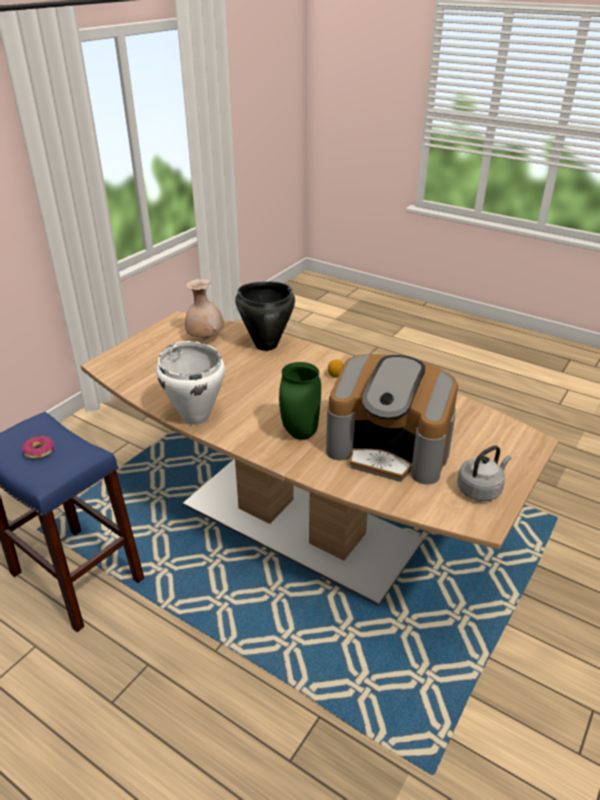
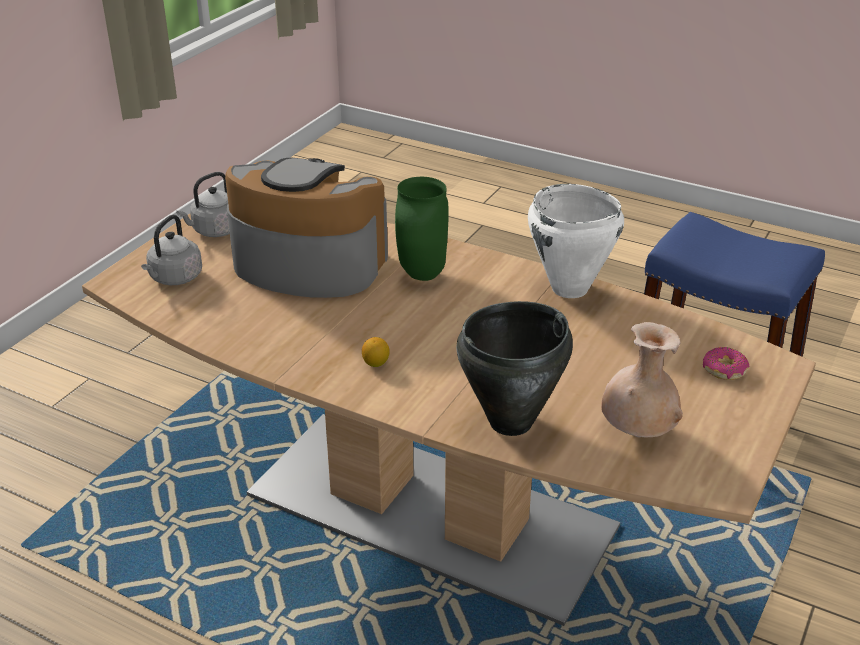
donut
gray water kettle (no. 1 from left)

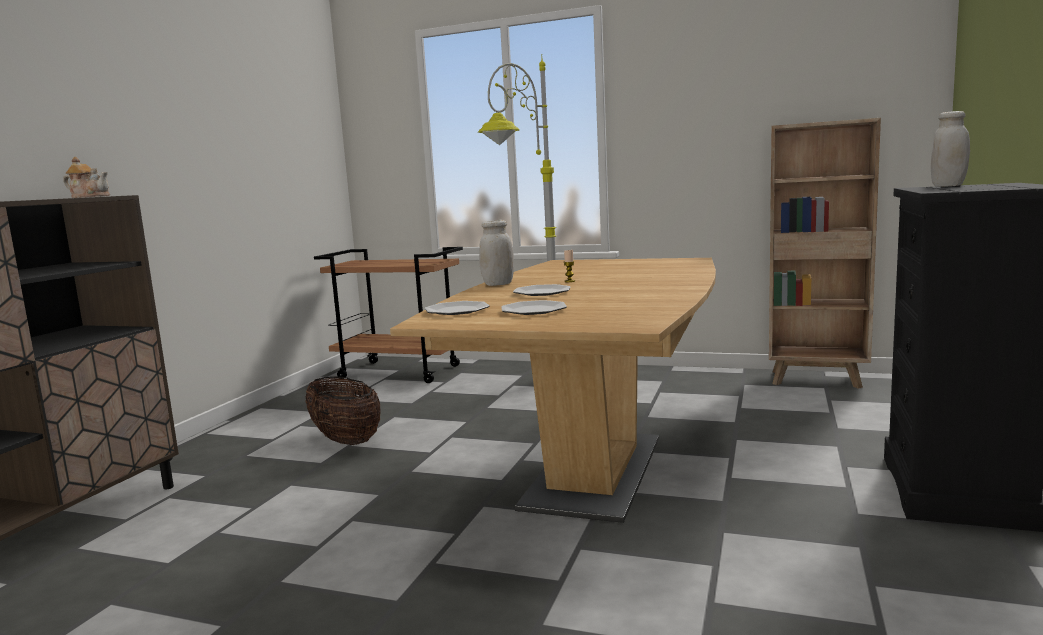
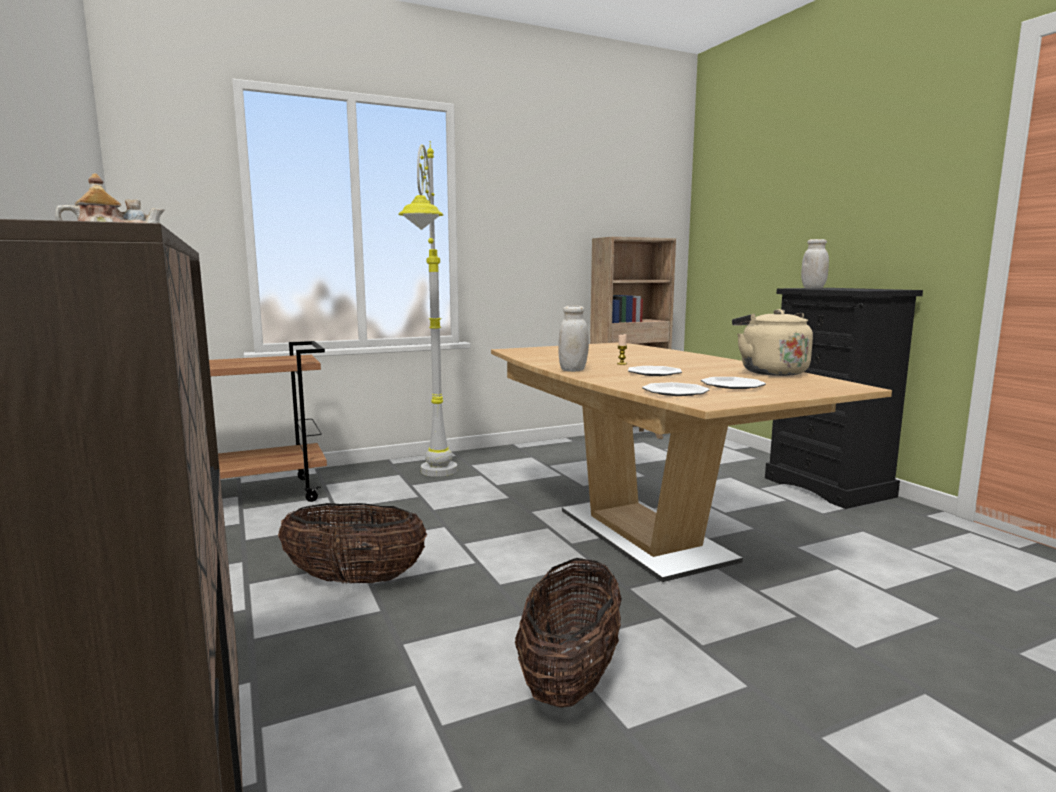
basket (no. 2 from left)
sand-coloured water kettle

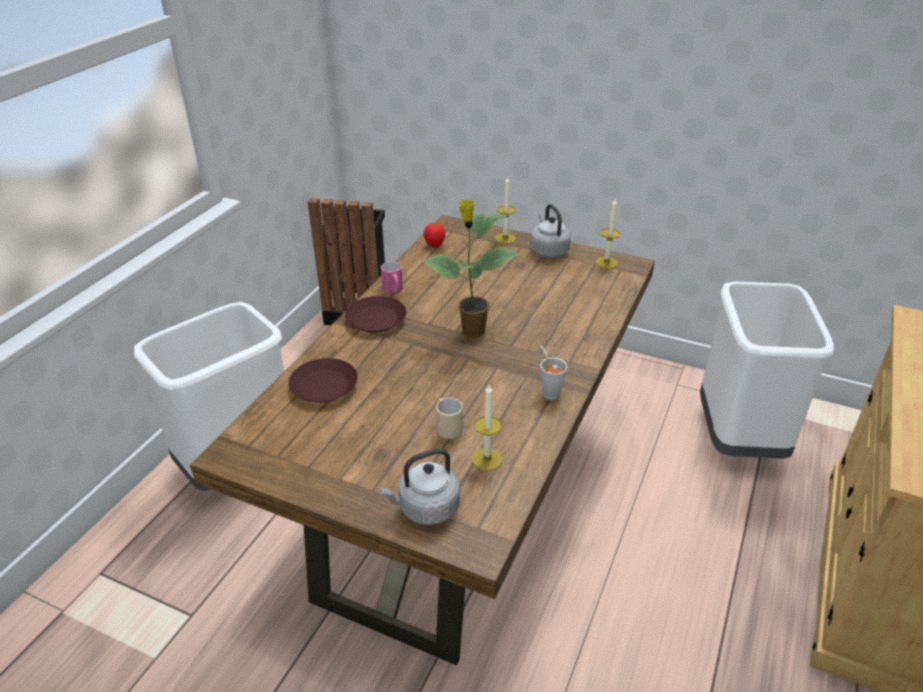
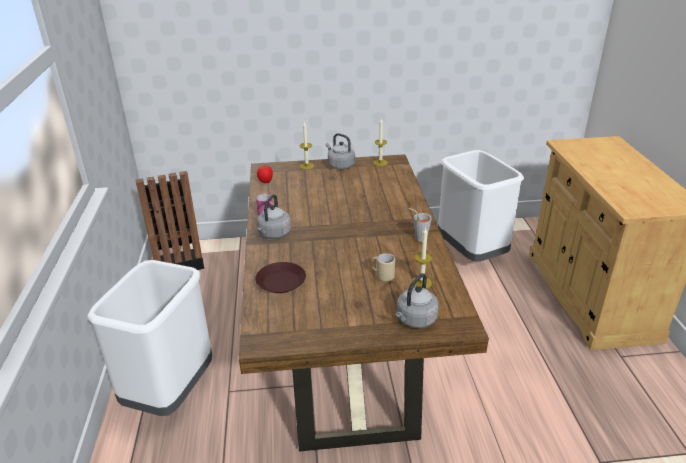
gray water kettle (no. 1 from left)
potted plant

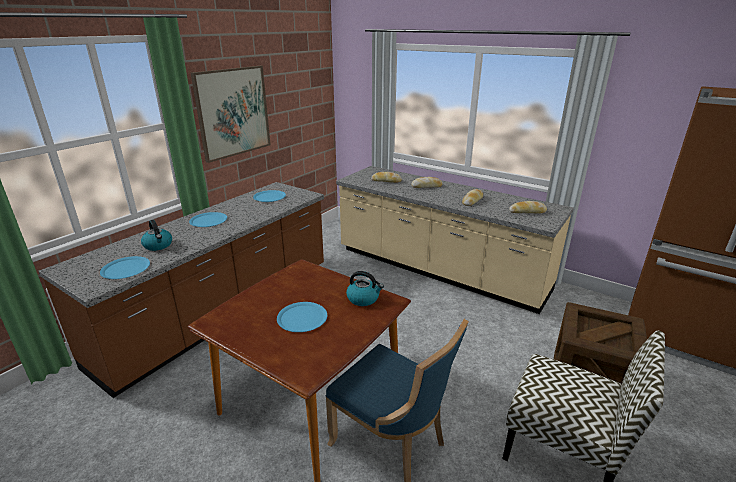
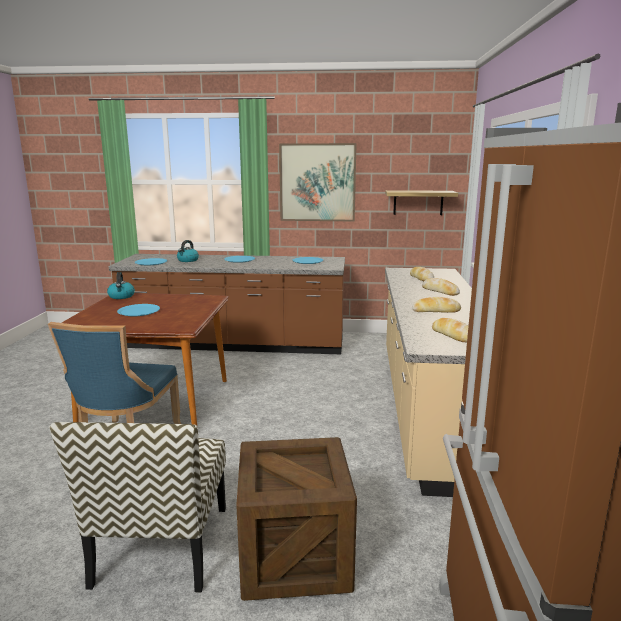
water kettle (no. 1 from left)
wall shelf

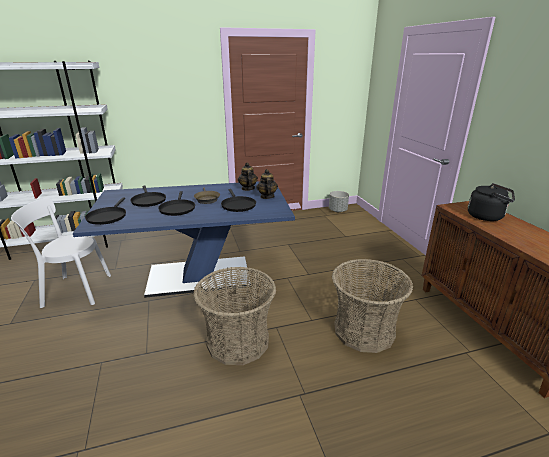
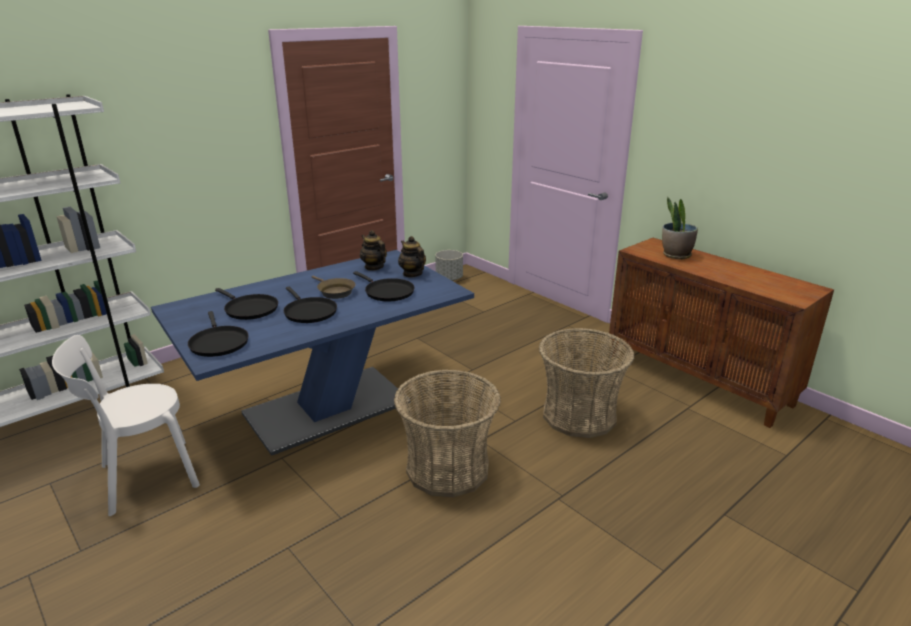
potted plant

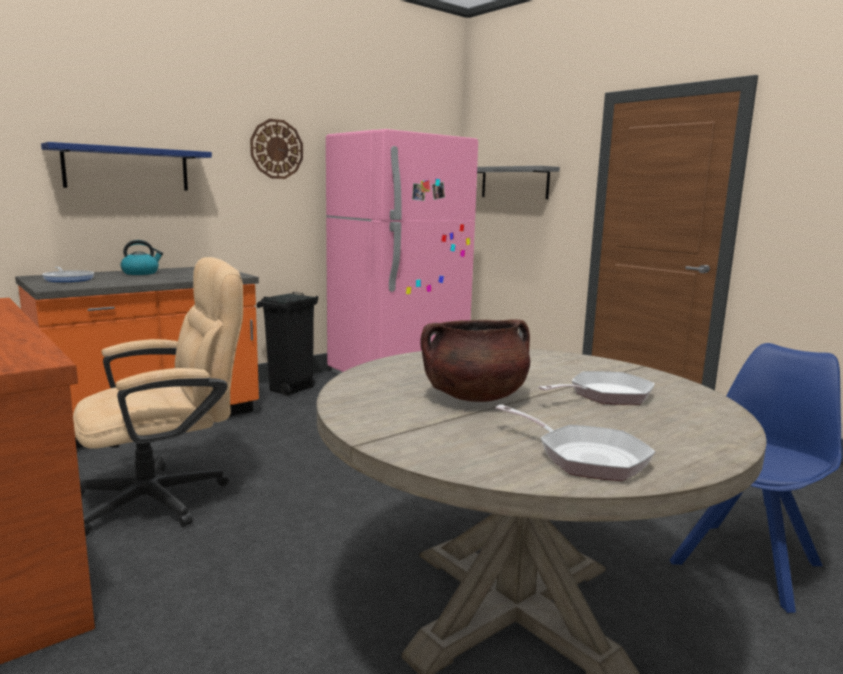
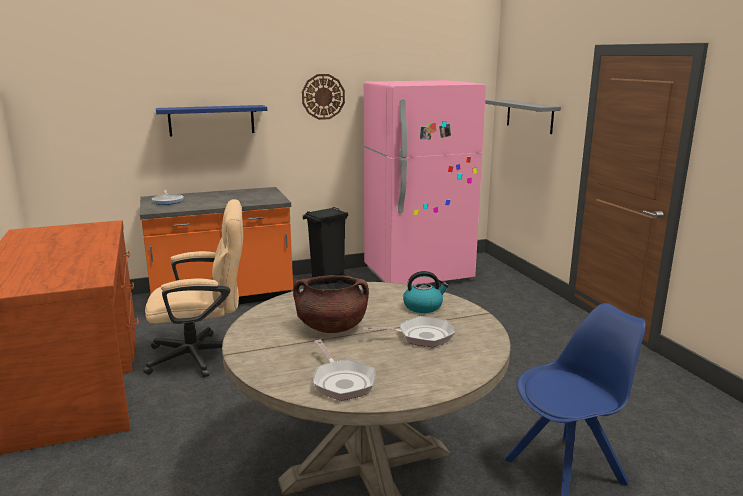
water kettle

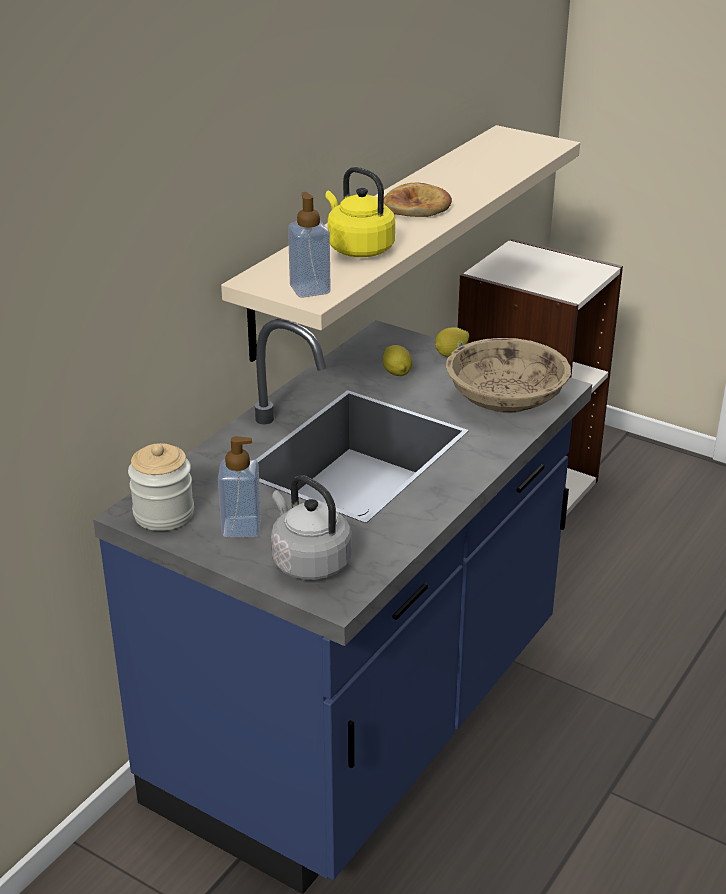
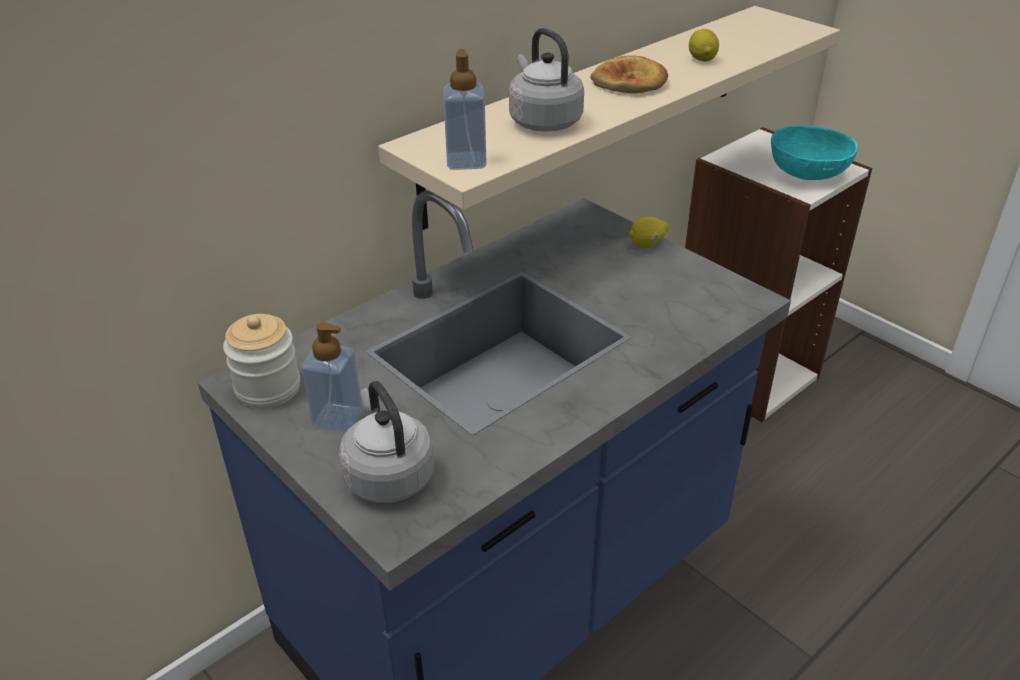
gray water kettle (no. 2 from left)
lemon (no. 2 from left)
sand-coloured bowl
turquoise-coloured bowl

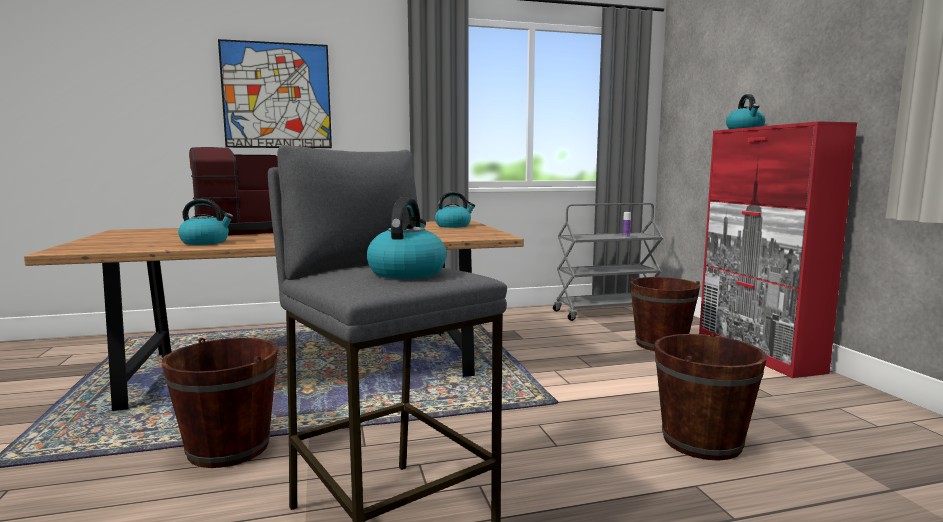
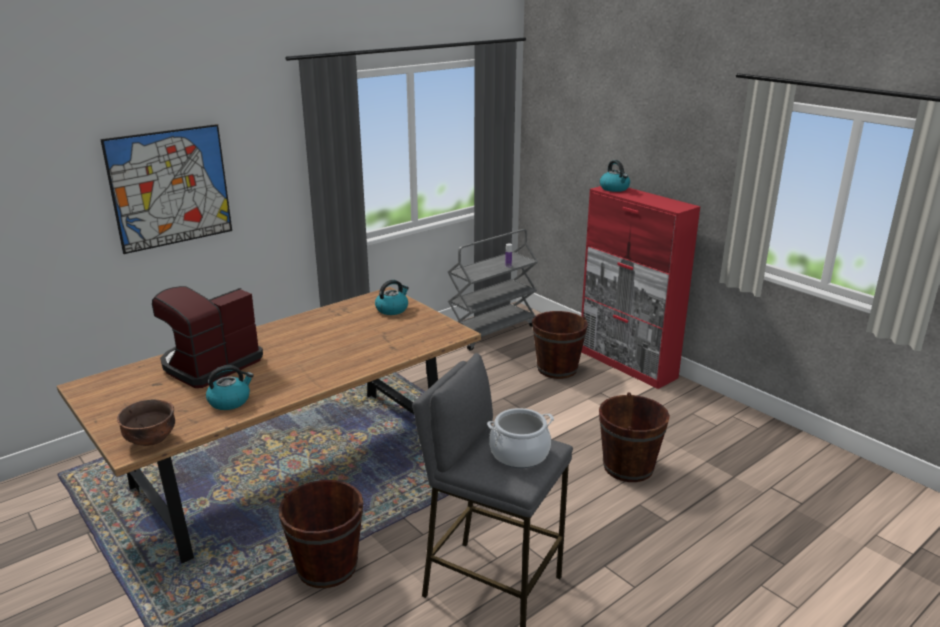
saucepot
brown-coloured bowl

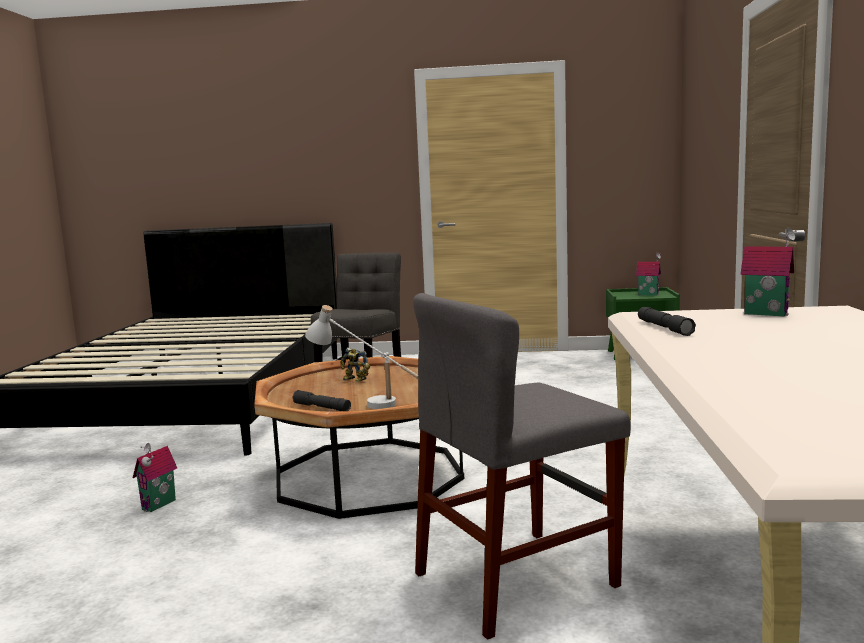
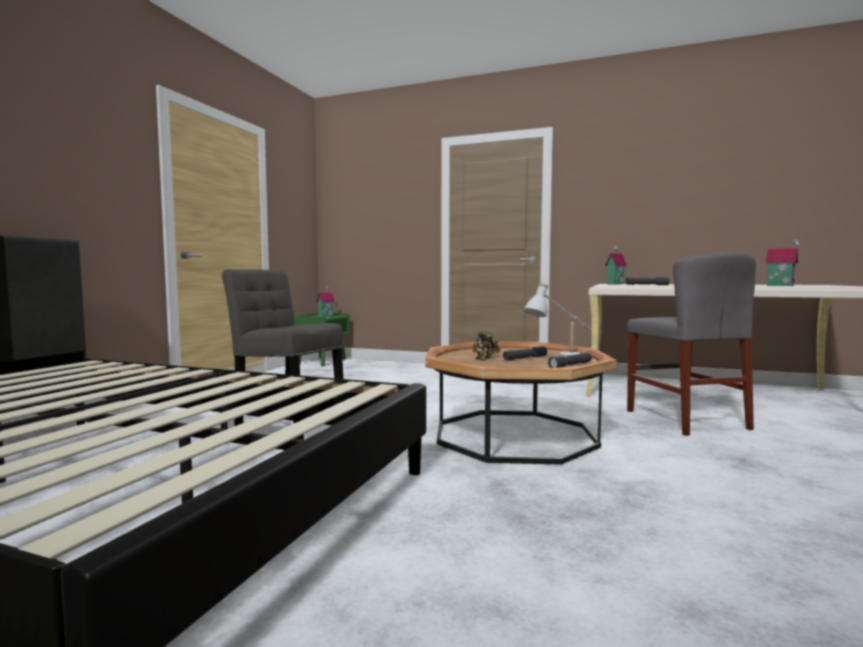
miniature house (no. 3 from left)
gray flashlight (no. 1 from left)

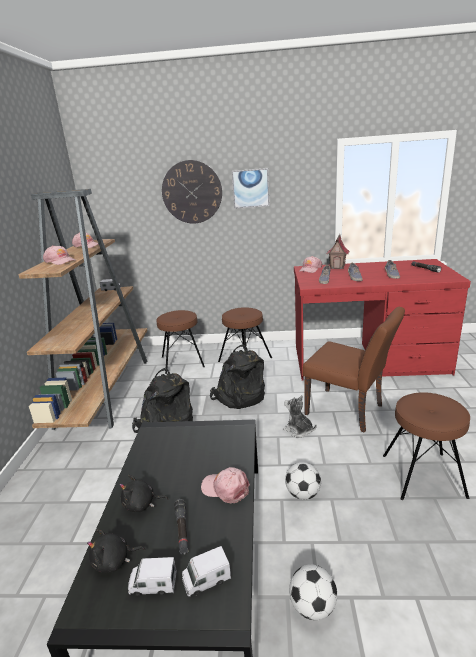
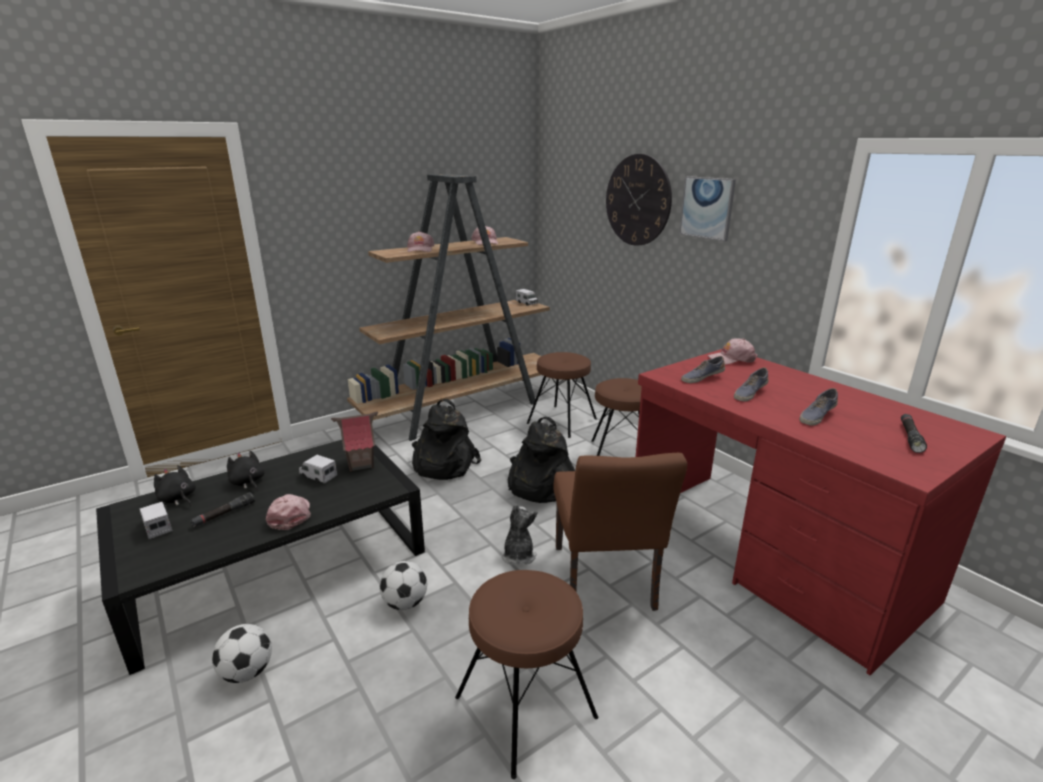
model truck (no. 2 from left)
miniature house

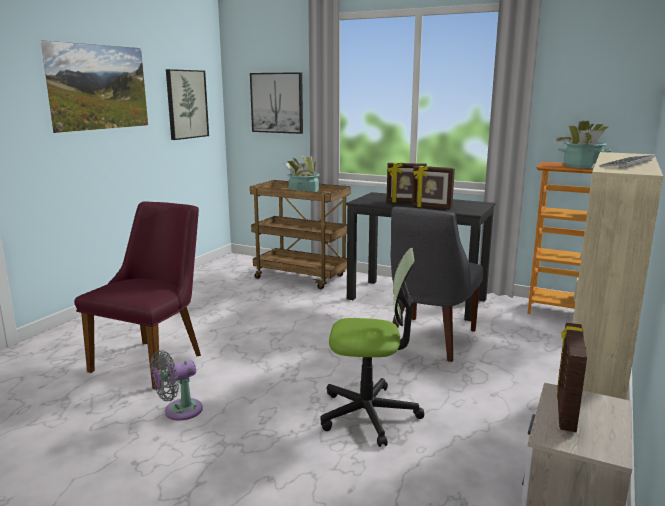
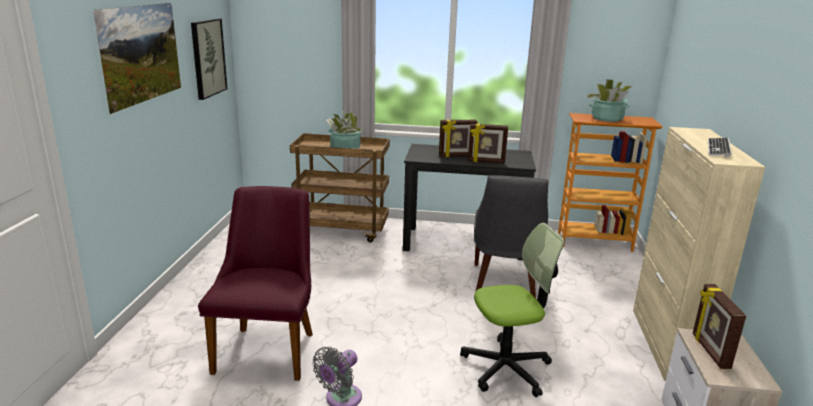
wall art (no. 3 from left in the first image)

